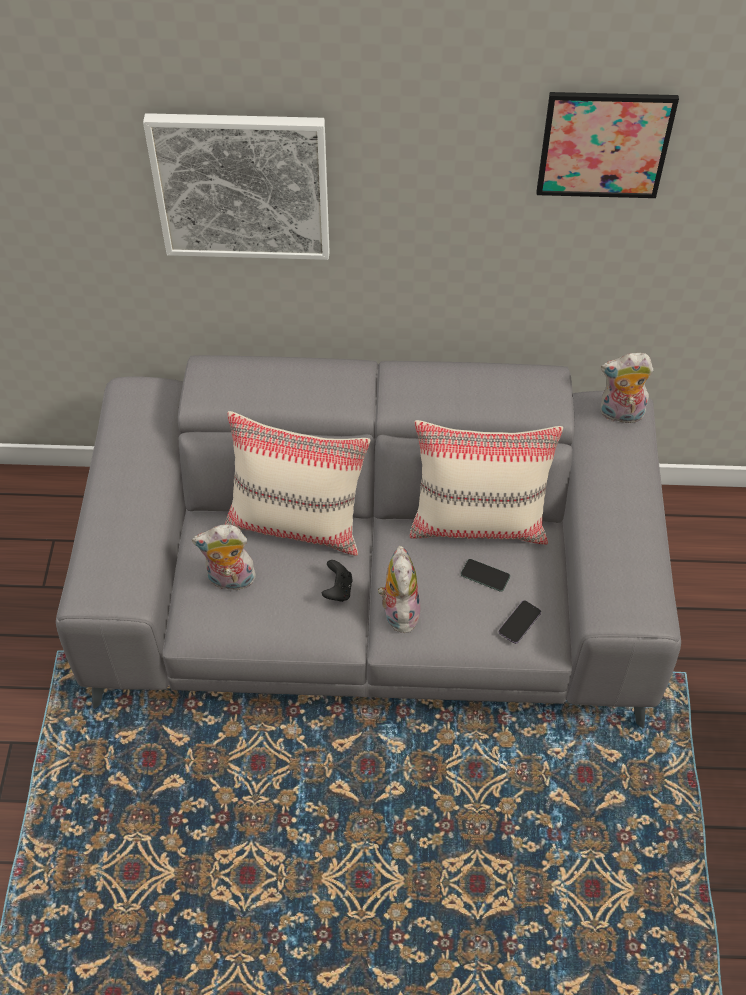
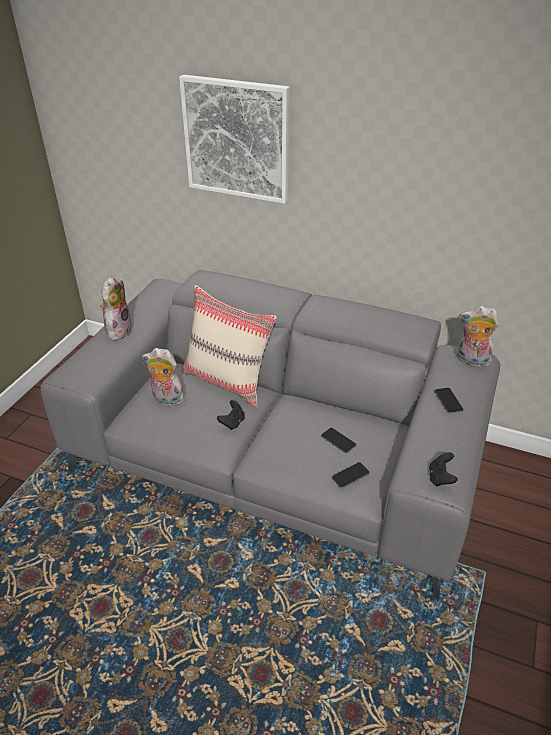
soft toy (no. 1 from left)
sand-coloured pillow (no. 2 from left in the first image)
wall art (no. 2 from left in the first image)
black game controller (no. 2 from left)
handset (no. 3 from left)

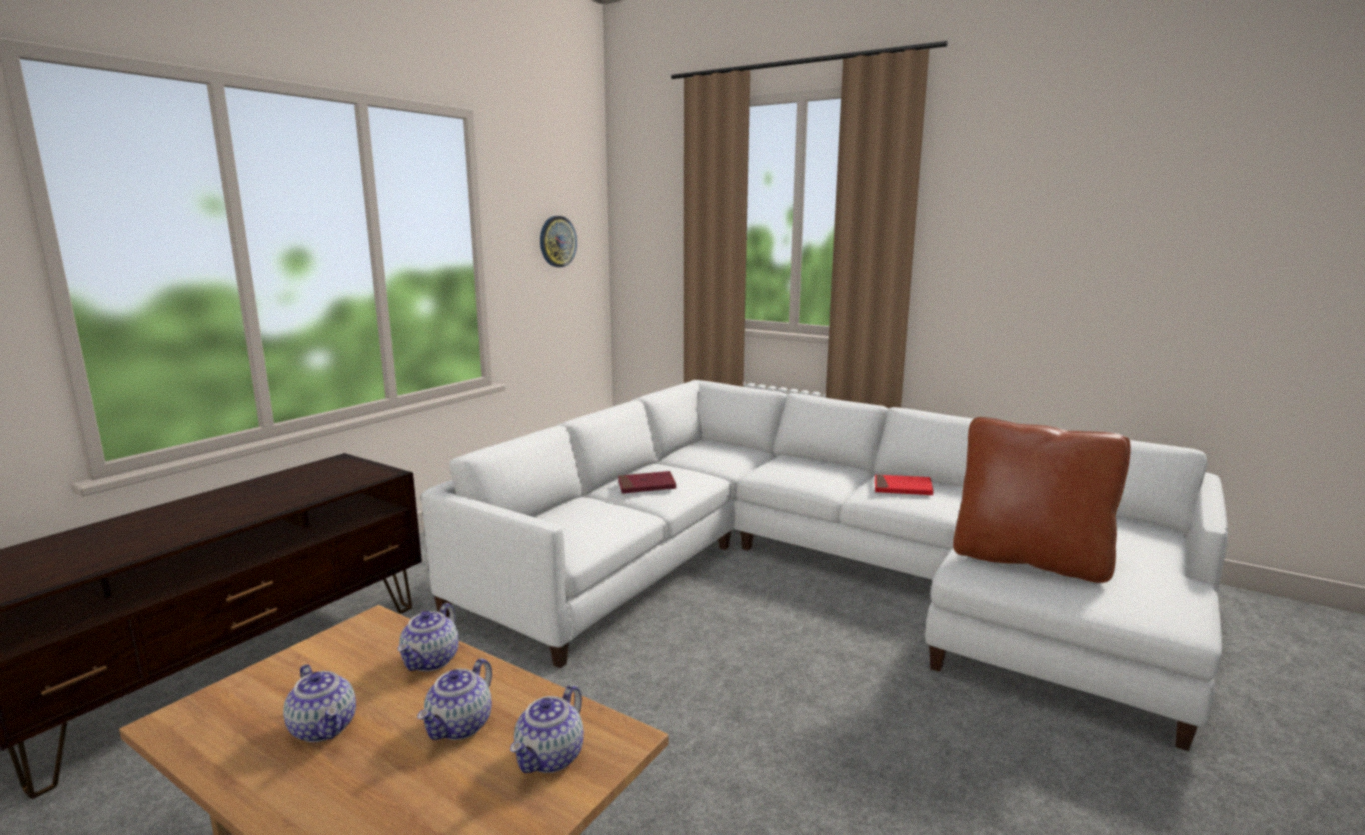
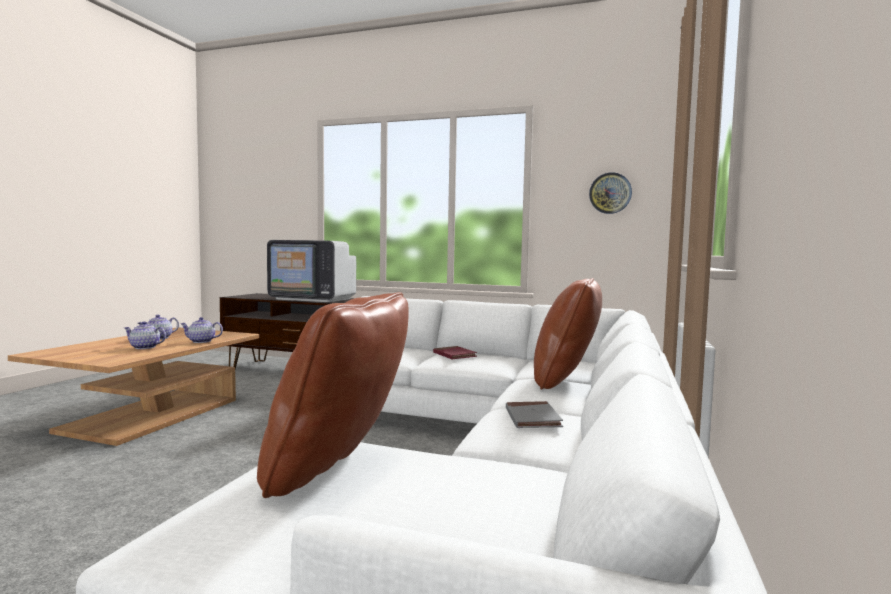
pot for tea (no. 4 from left in the first image)
gray book
TV
brown-coloured pillow (no. 2 from left)

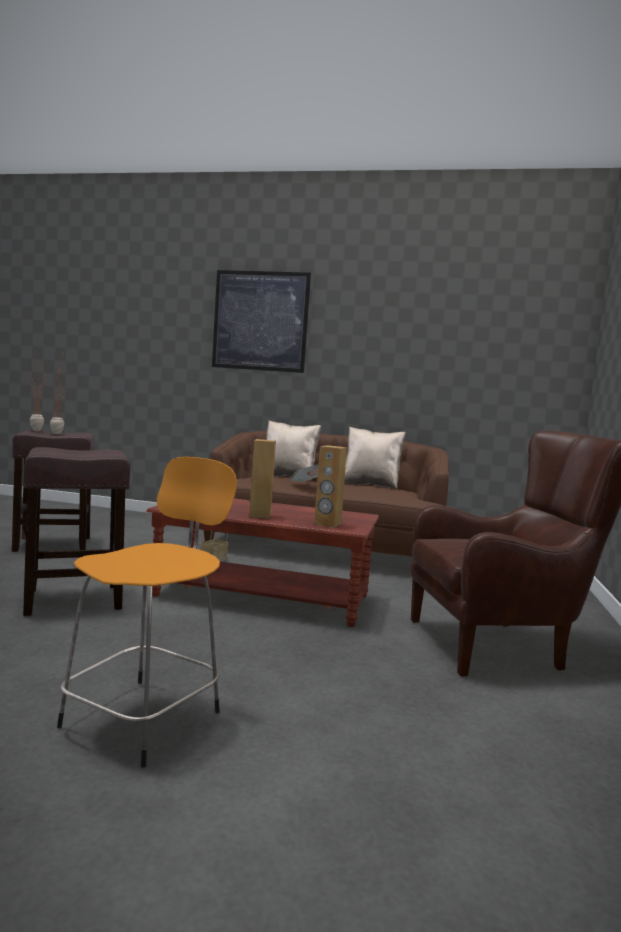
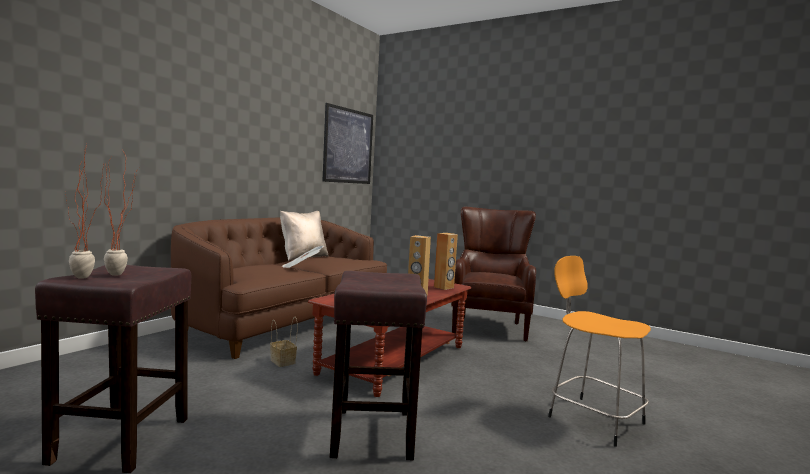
wall art
sand-coloured pillow (no. 1 from left in the first image)

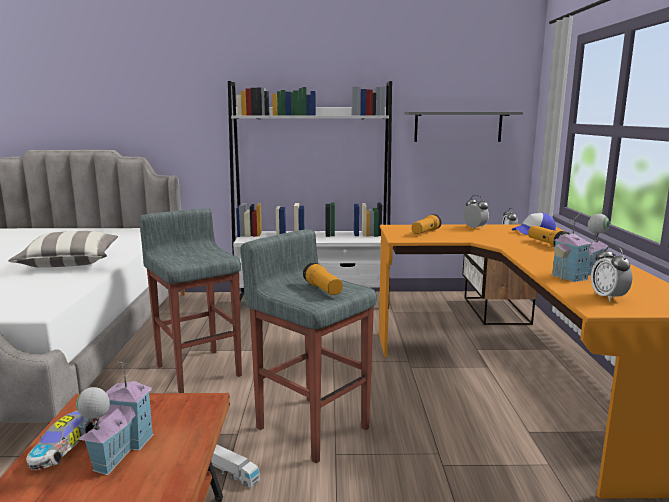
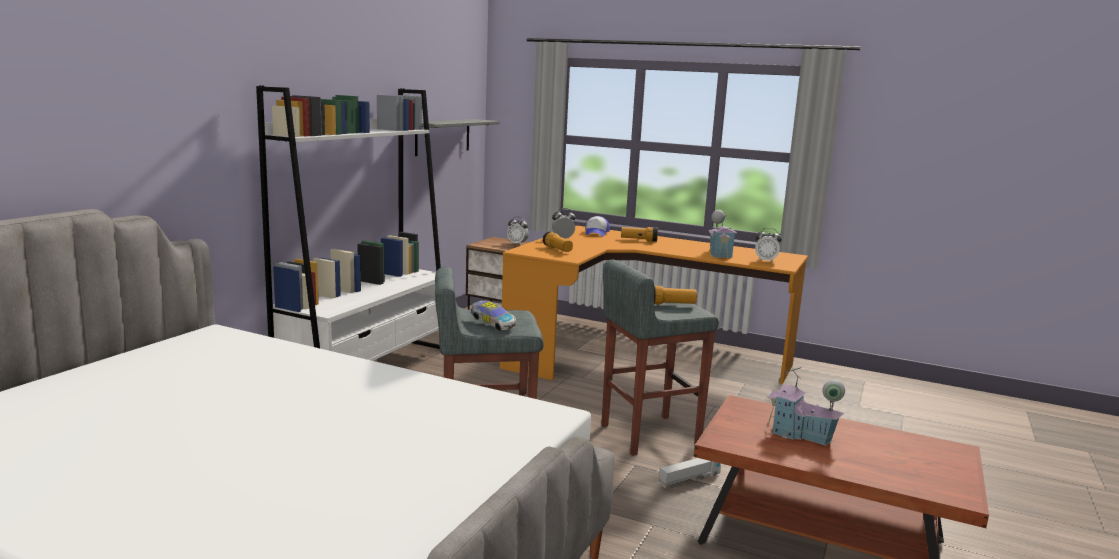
pillow
toy car

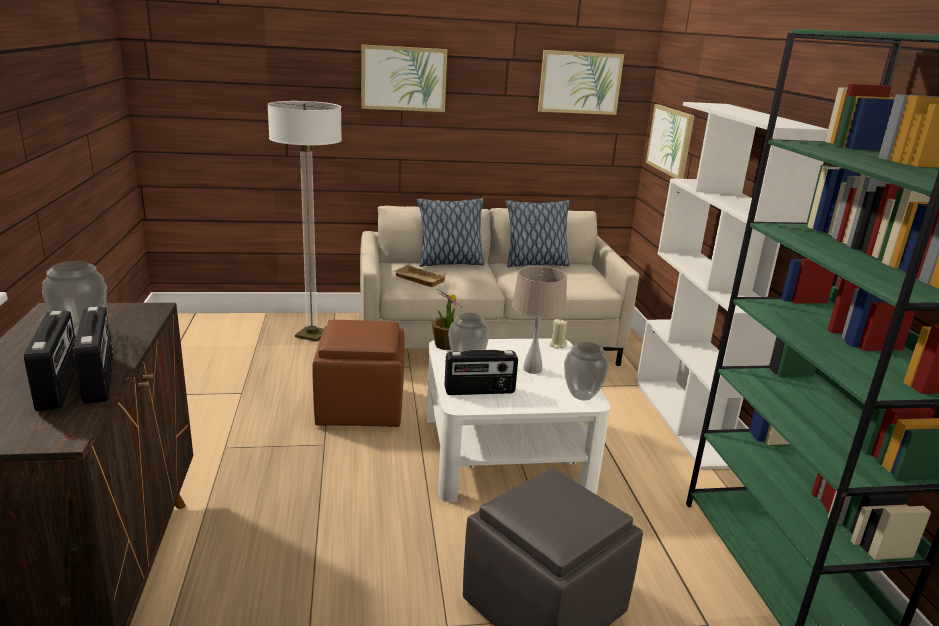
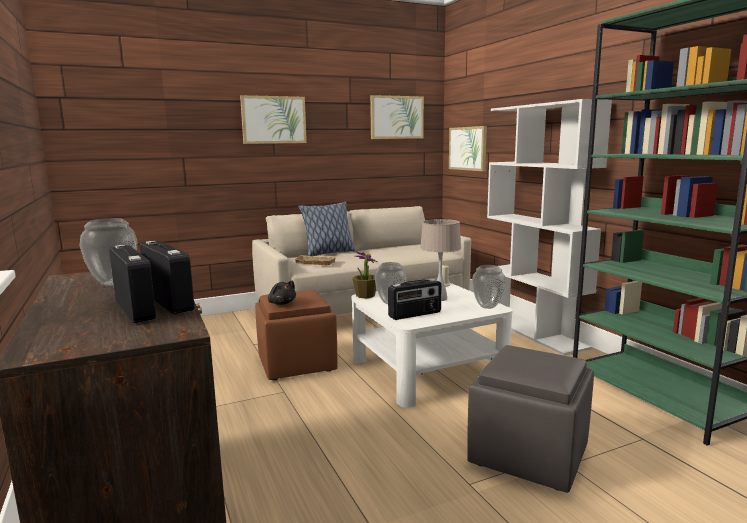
floor lamp
pillow (no. 2 from left in the first image)
black soft toy

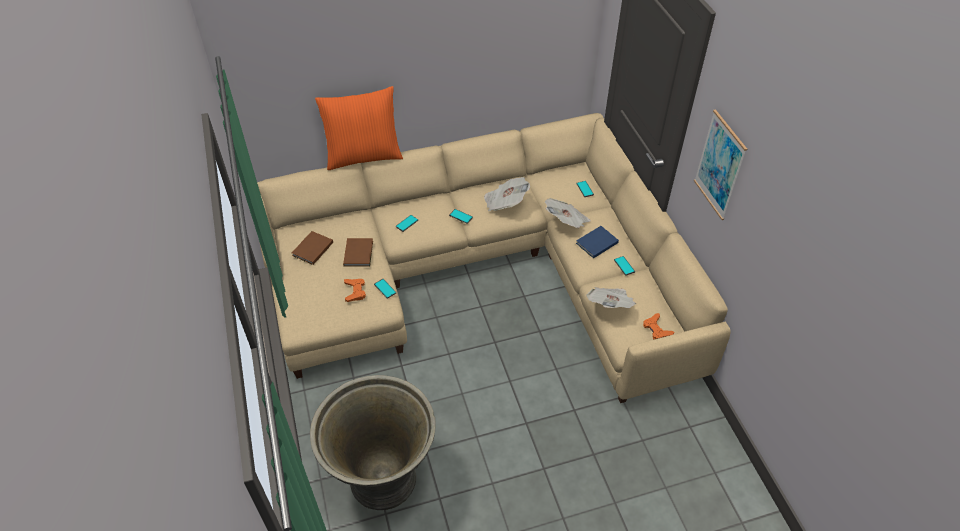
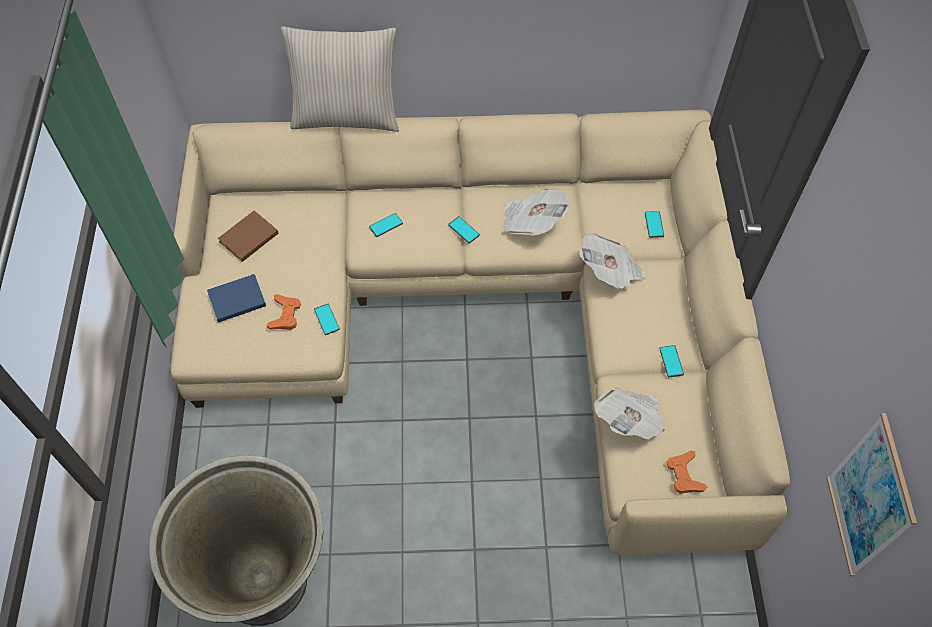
sand-coloured pillow
brown-coloured book (no. 2 from left in the first image)
bluish book
wall art

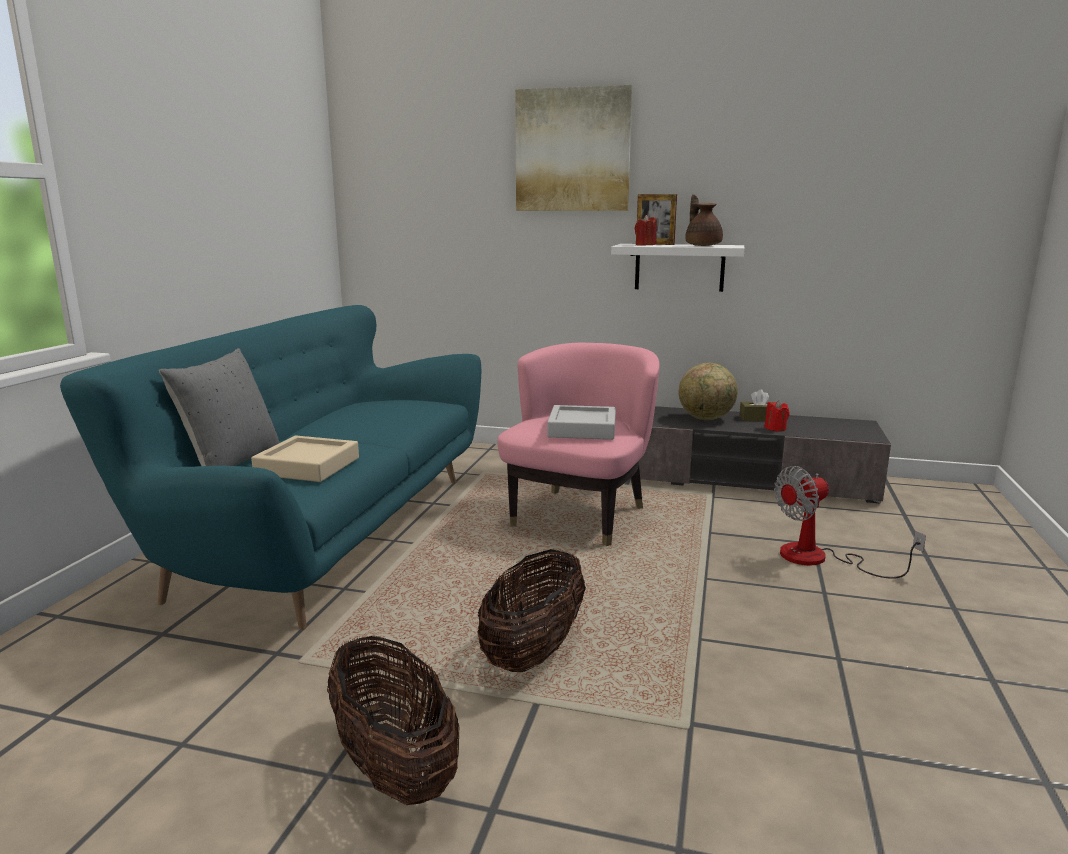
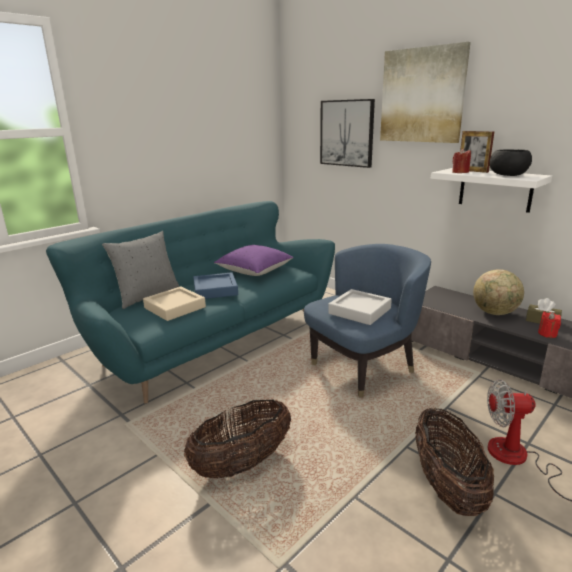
basket (no. 2 from left)
bluish lounge chair
black bowl
bluish serving tray
purple-coloured pillow
wall art (no. 1 from left)

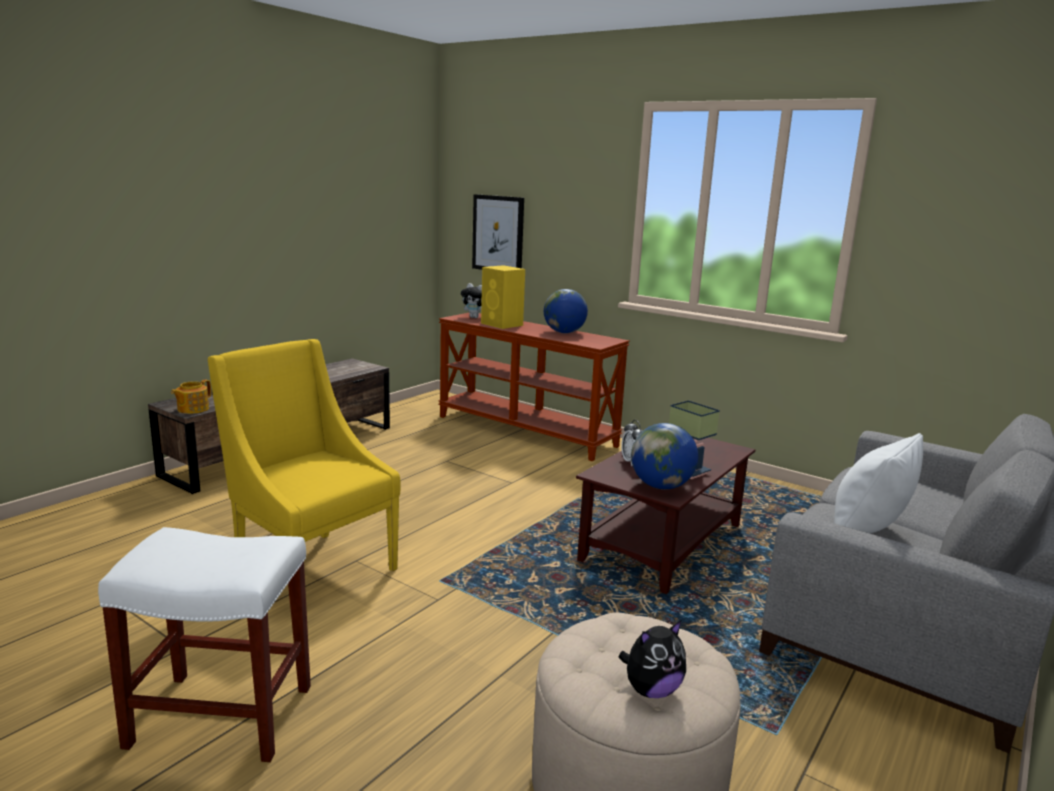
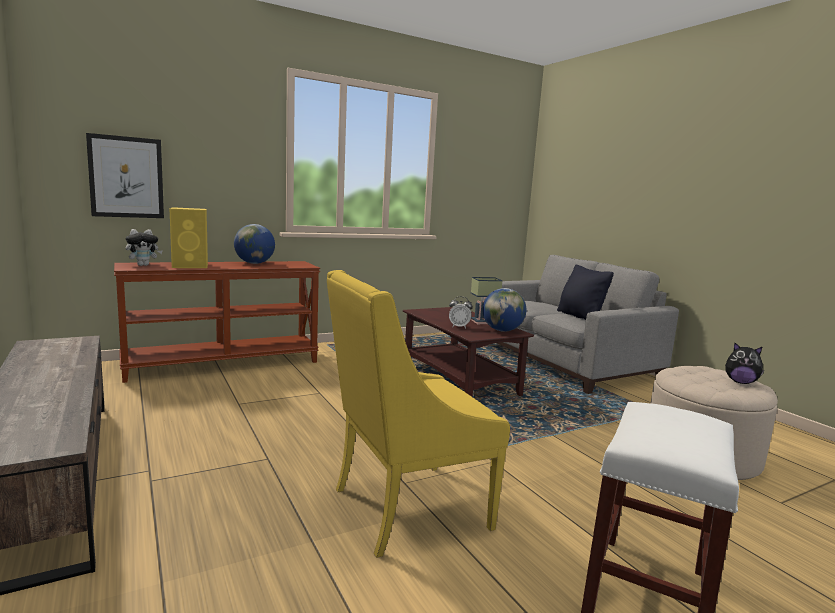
pot for tea
soft toy (no. 2 from left)
black pillow

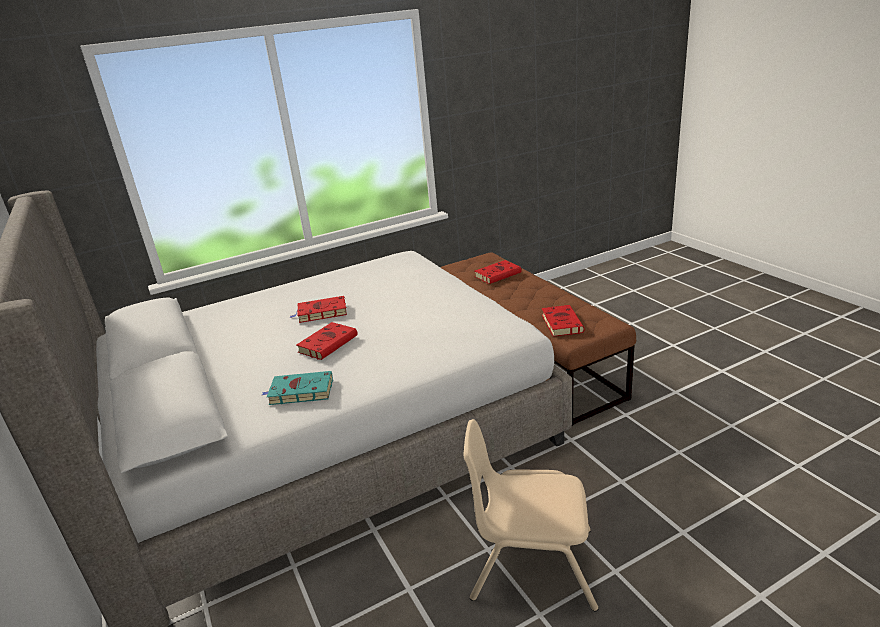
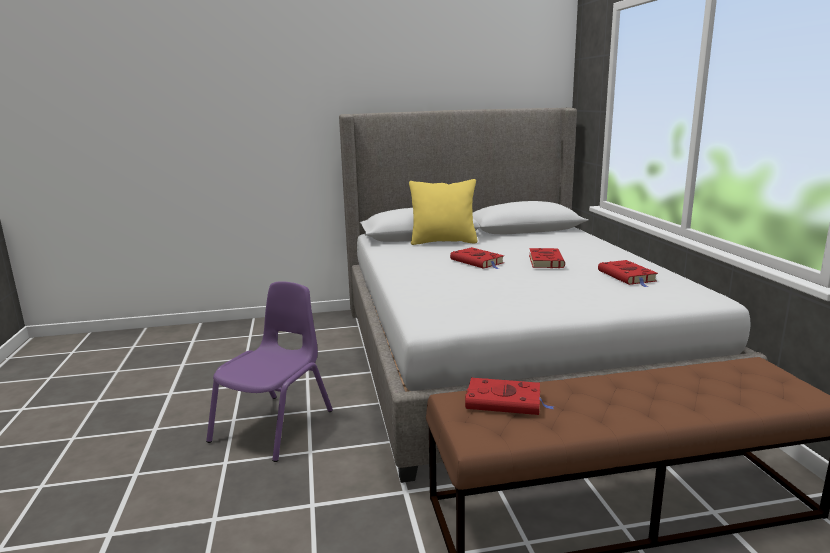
turquoise-coloured book
purple-coloured upright chair
reddish book (no. 4 from left)
yellow-coloured pillow

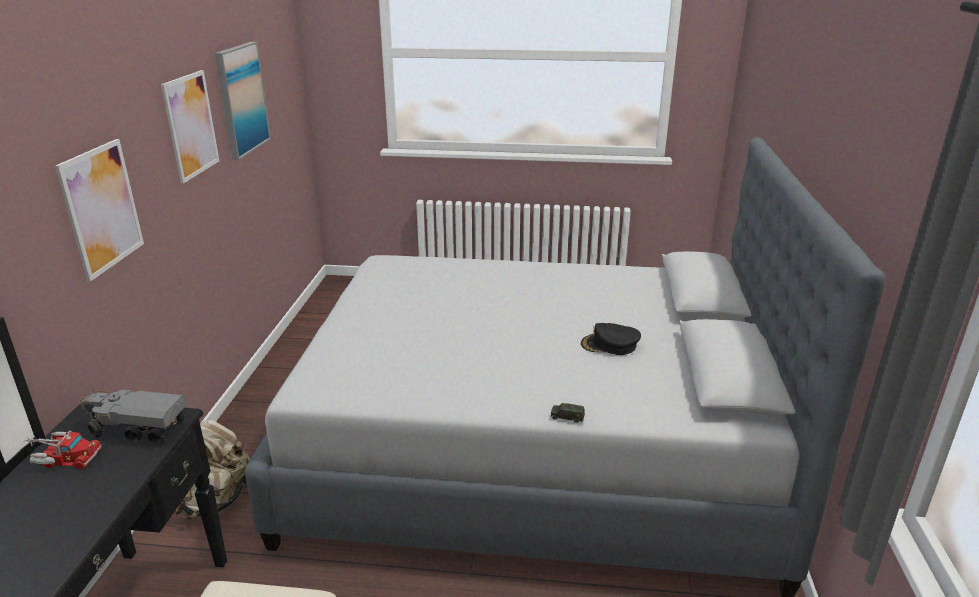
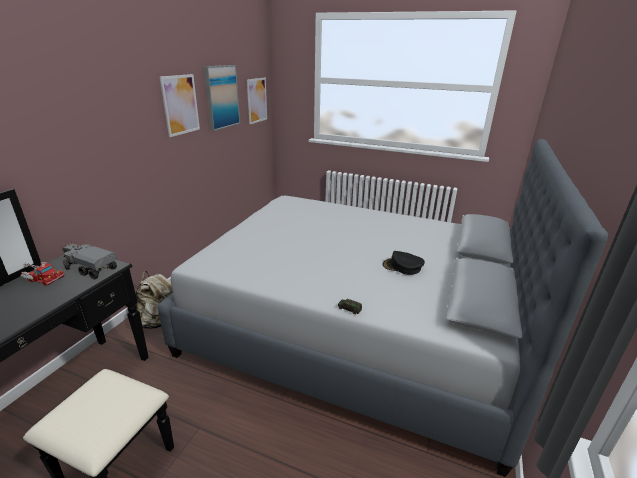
wall art (no. 3 from left)

